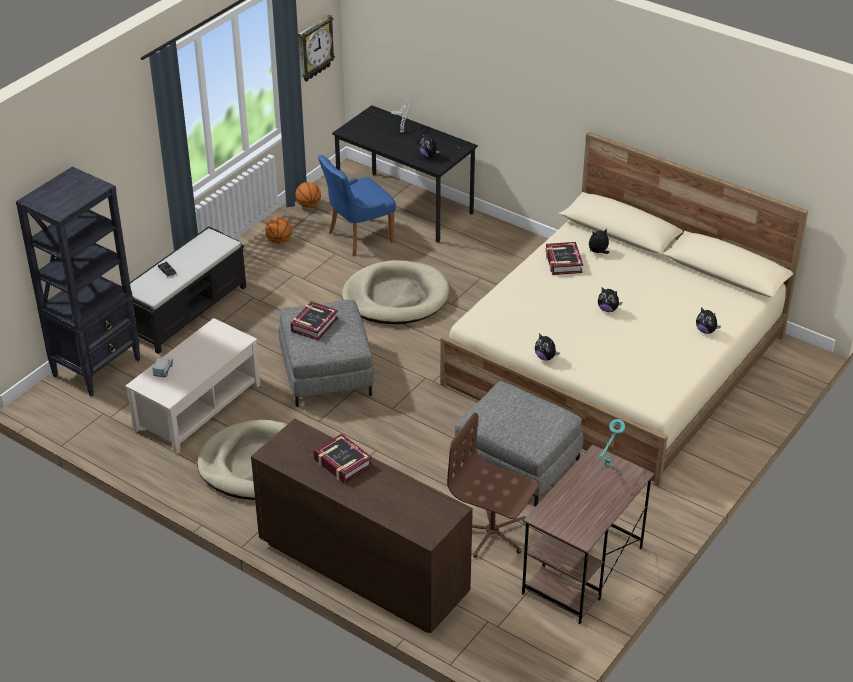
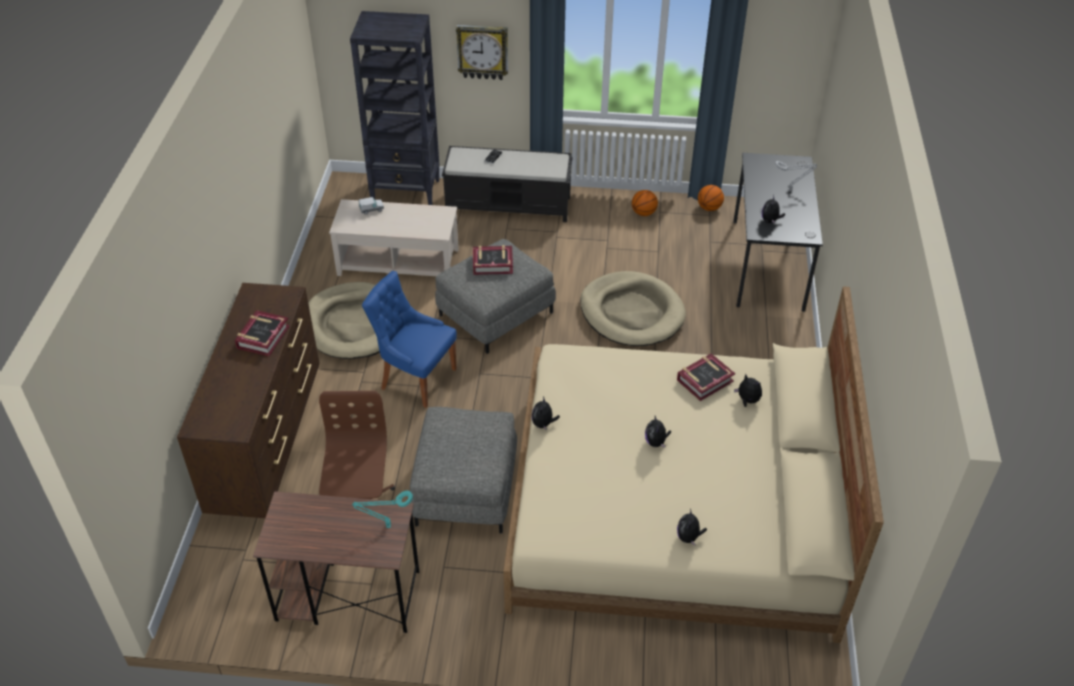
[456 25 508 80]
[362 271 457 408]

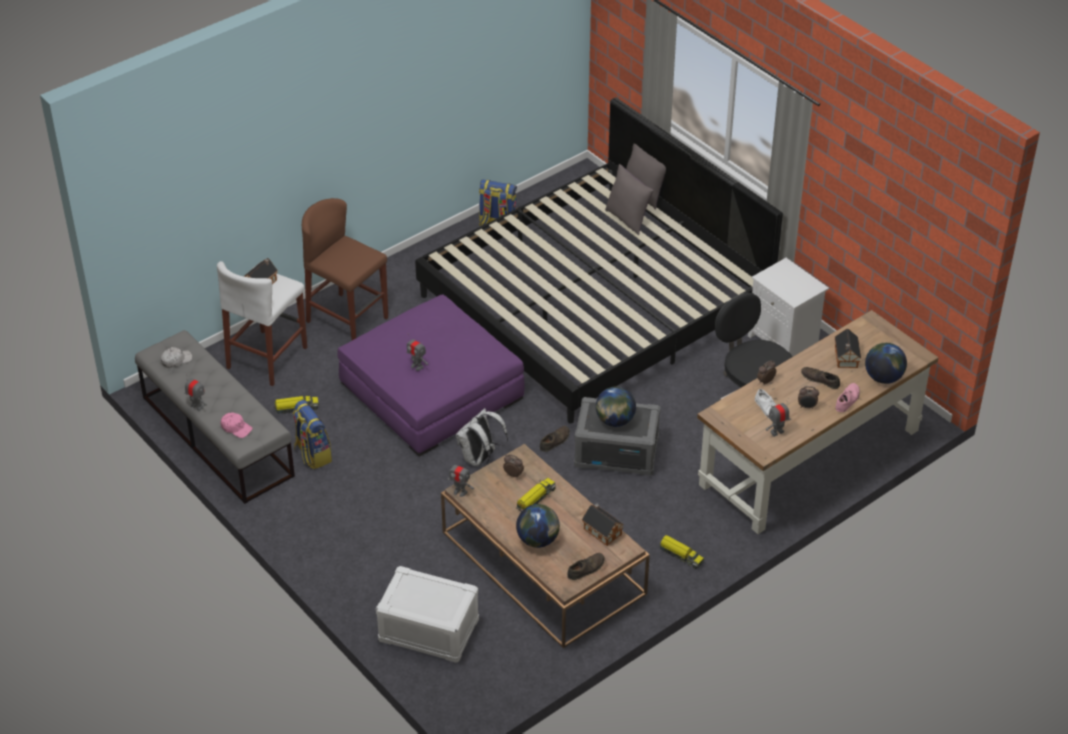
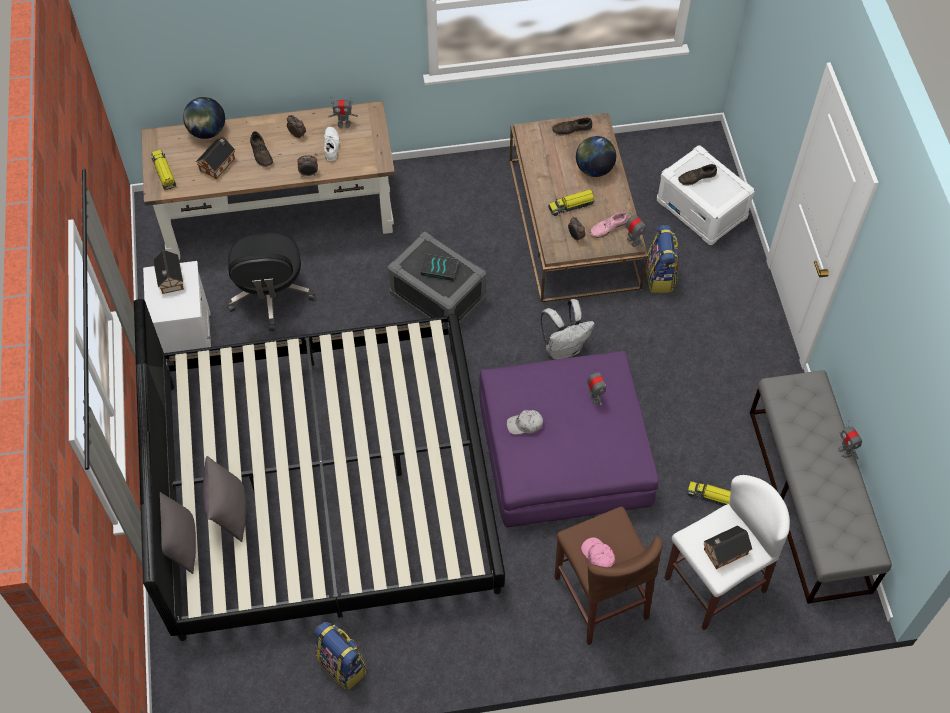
[507 410 543 435]
[581 537 615 567]
[647 225 679 293]
[678 164 717 185]
[153 250 184 294]
[420 253 459 281]
[151 149 176 190]
[590 212 627 238]

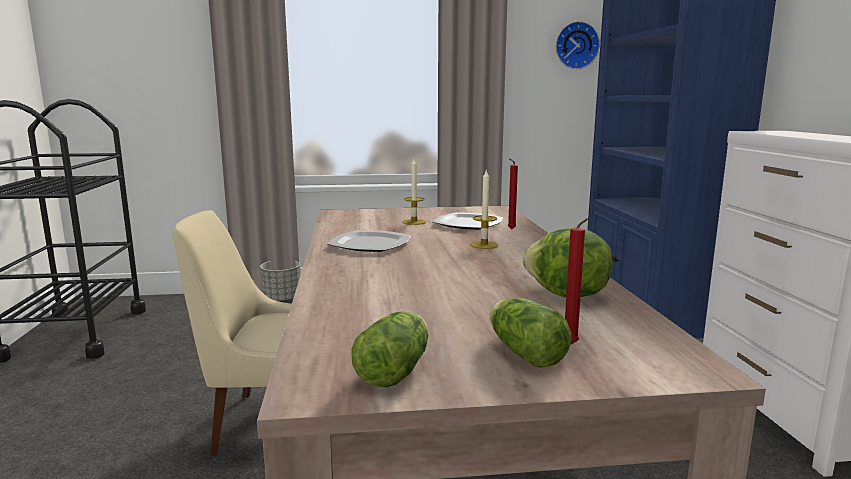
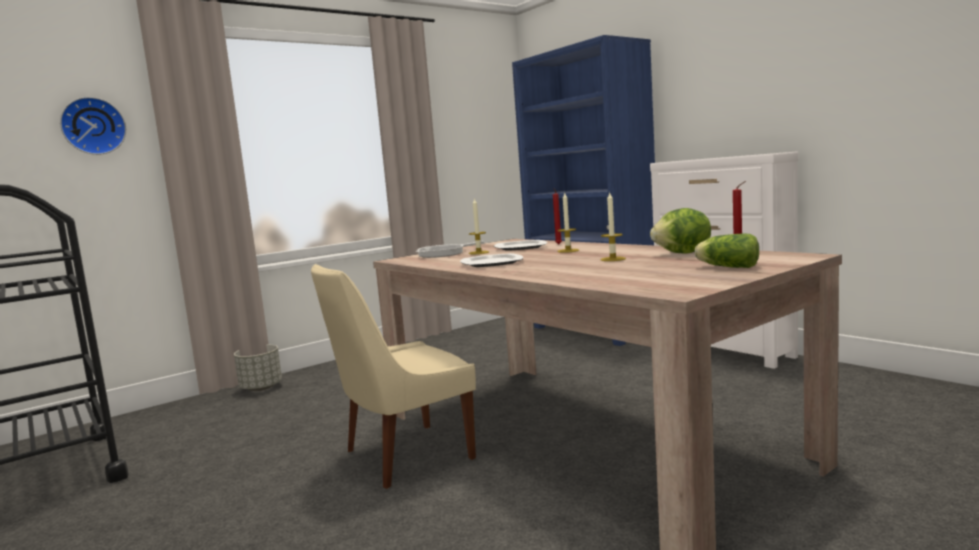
[352 311 428 387] (first image)
[60 97 126 155]
[416 241 484 258]
[601 191 626 261]

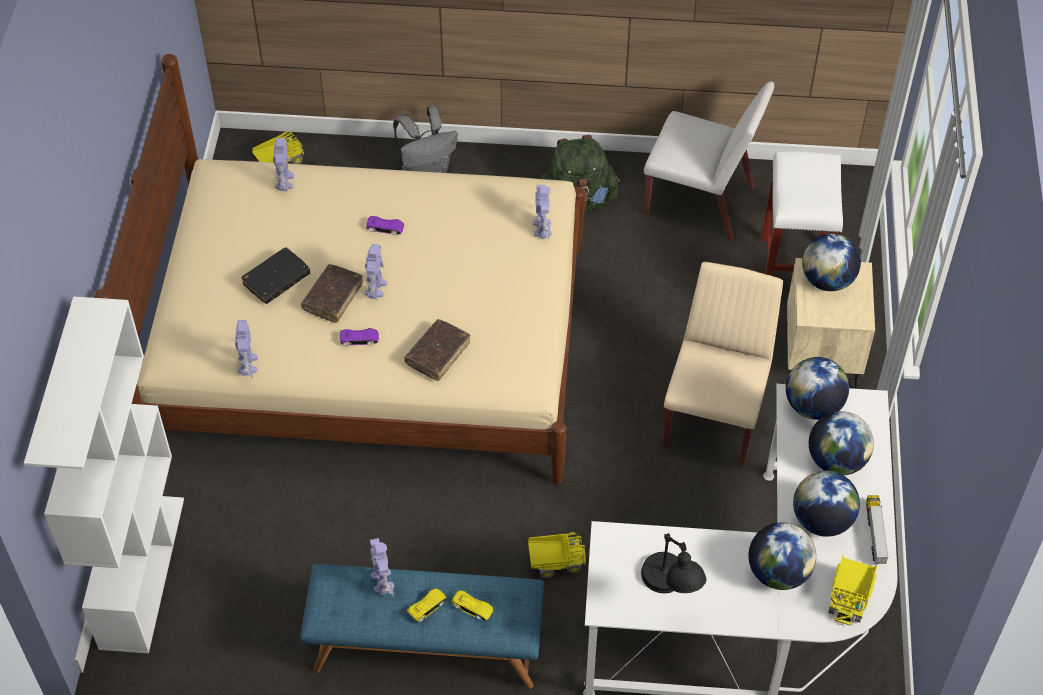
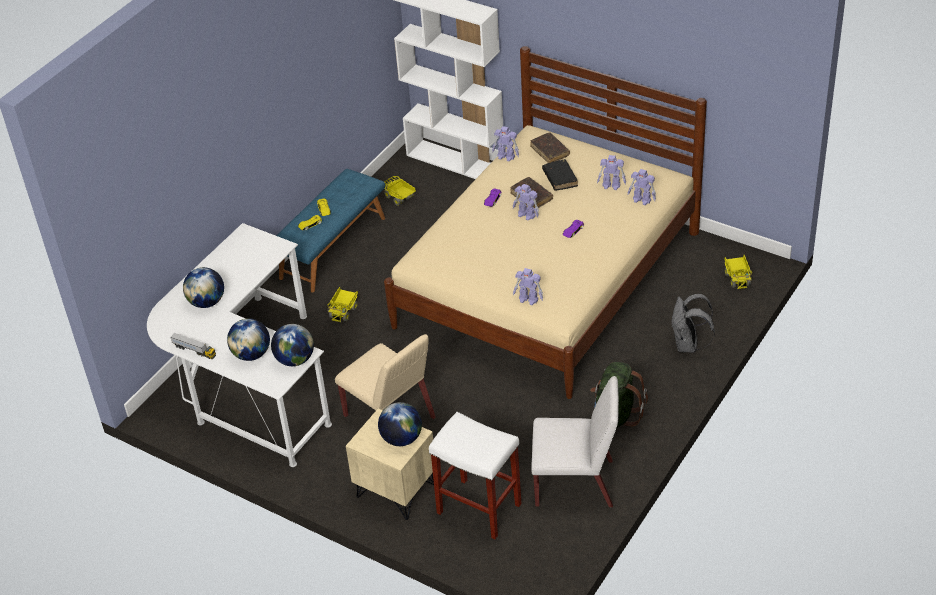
[597 155 626 190]
[530 132 570 163]
[641 533 707 593] (first image)
[531 376 619 507]
[793 471 860 537] (first image)
[384 176 416 206]

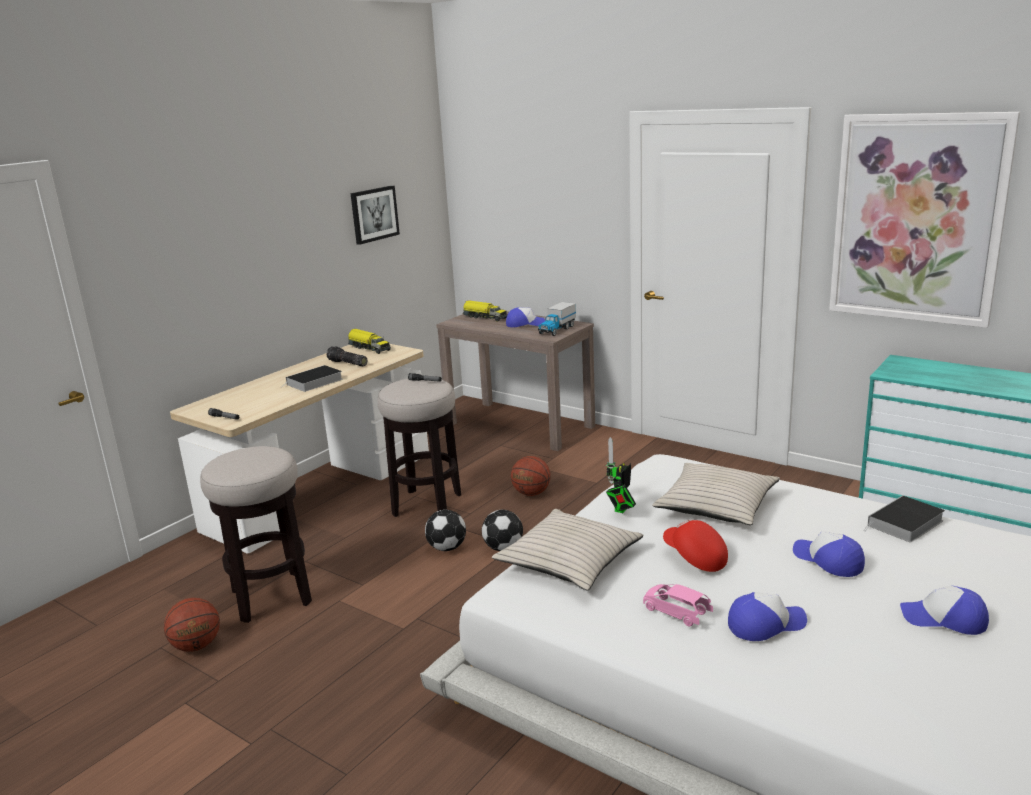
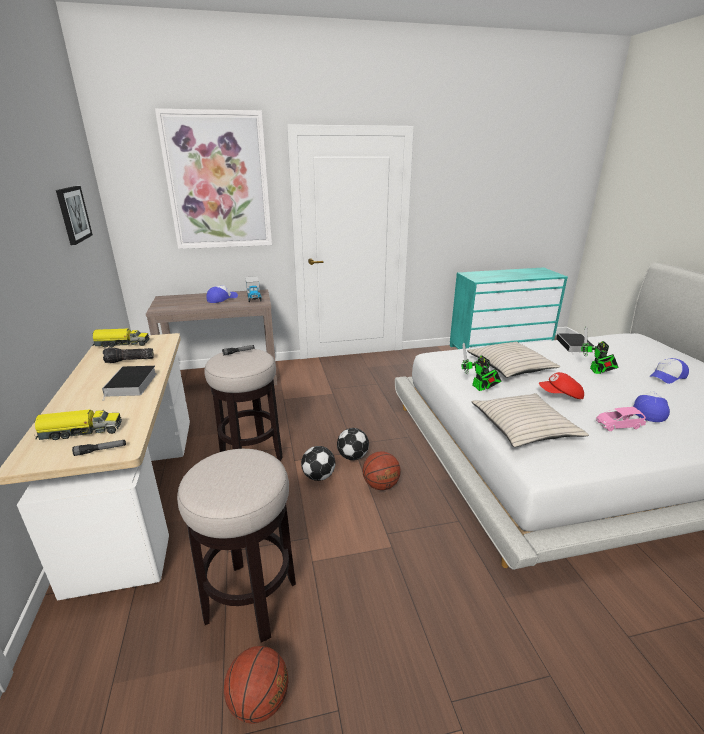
[34 409 122 440]
[363 451 401 490]
[581 327 619 374]
[155 109 272 249]

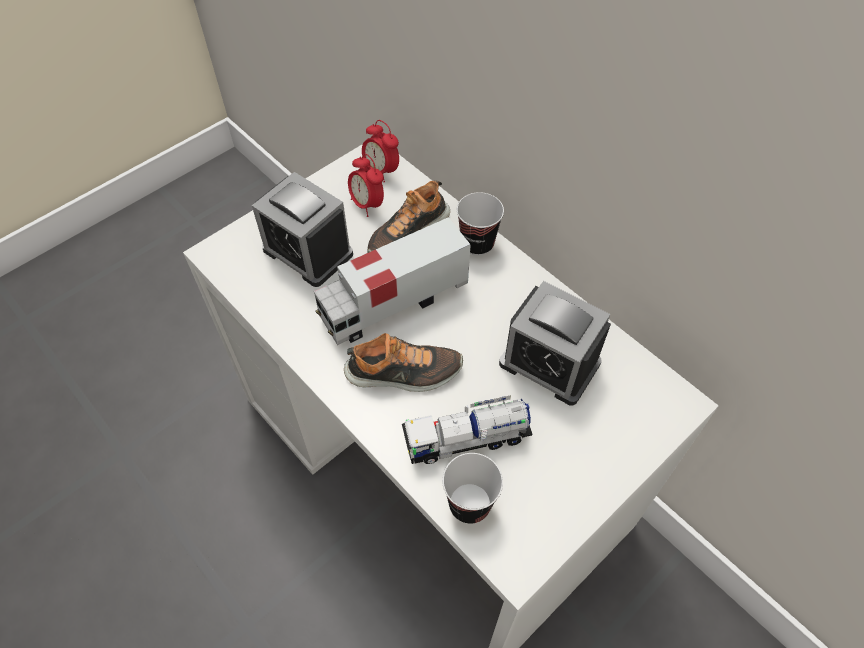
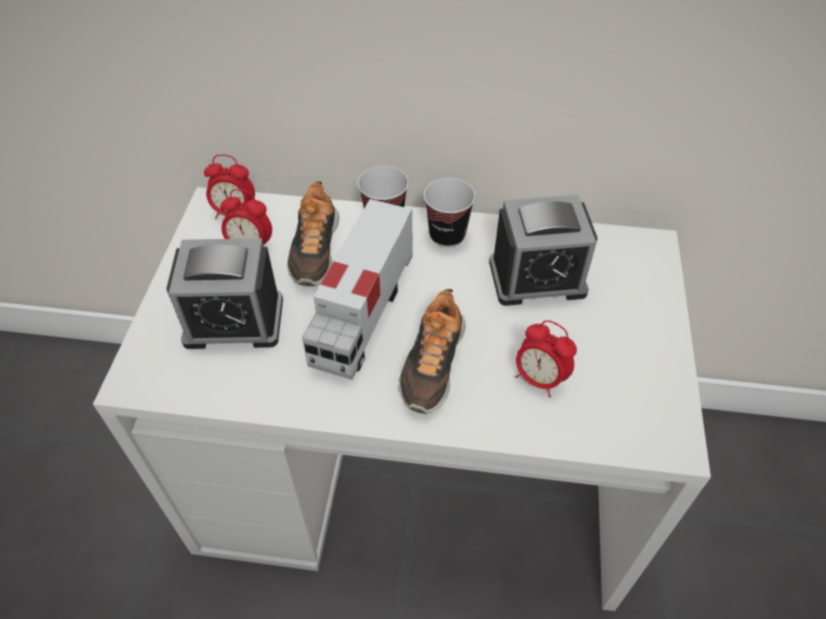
[399 289 466 414]
[515 320 577 397]
[424 178 475 248]

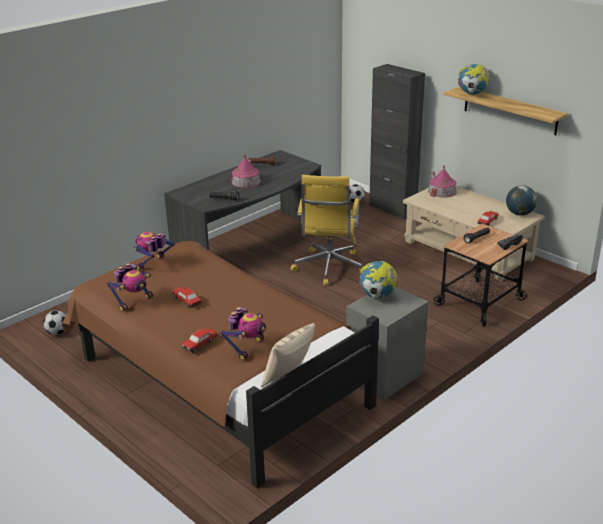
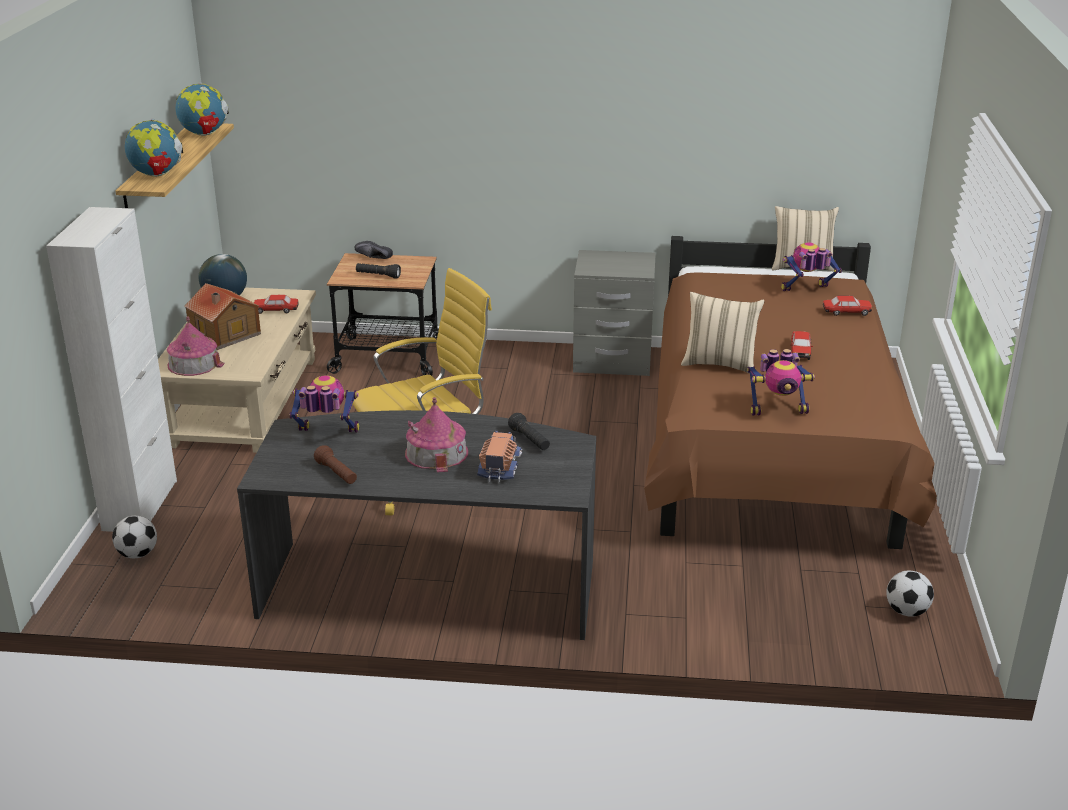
[289 375 359 432]
[176 82 229 136]
[46 207 177 532]
[184 283 261 350]
[477 431 522 483]
[681 292 764 374]

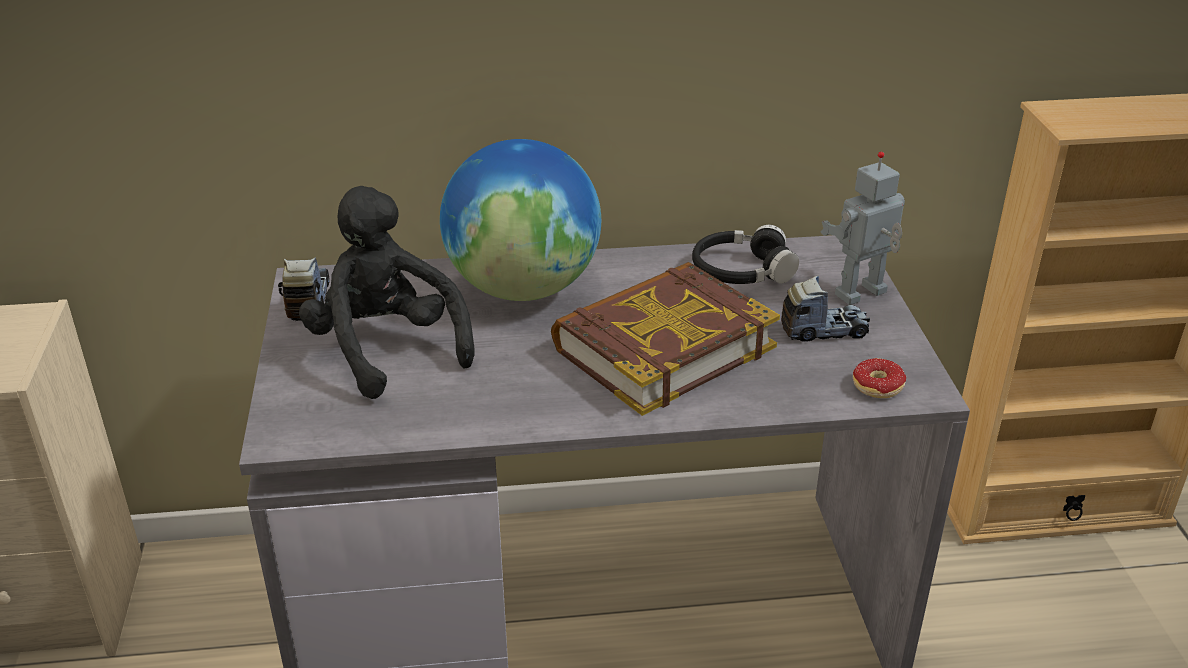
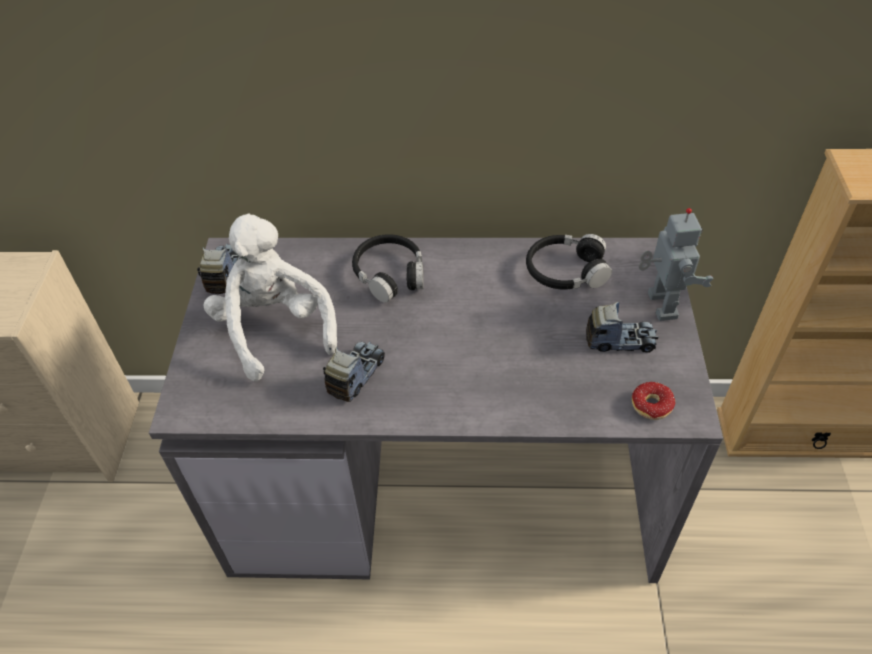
[204 213 337 381]
[352 234 424 303]
[551 262 780 416] (first image)
[638 208 713 321]
[323 341 385 402]

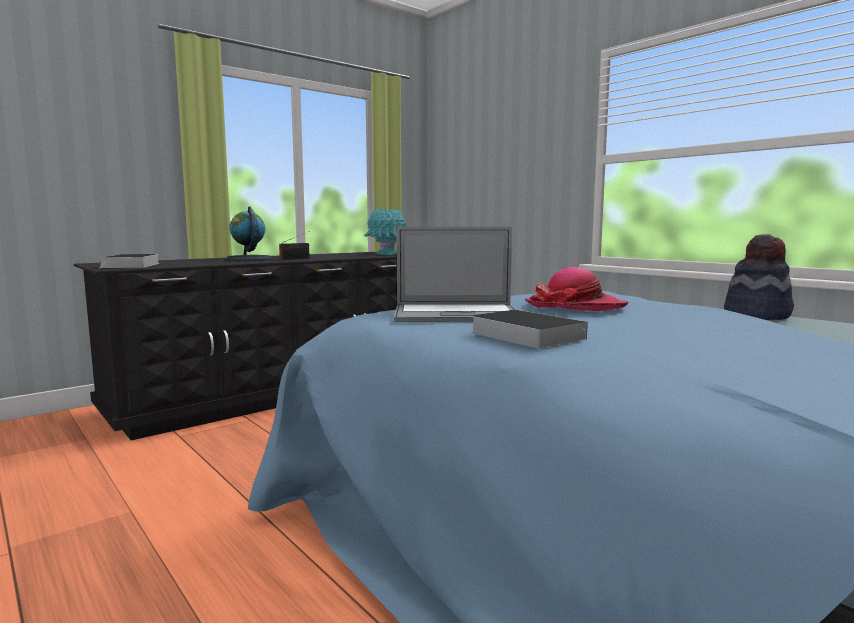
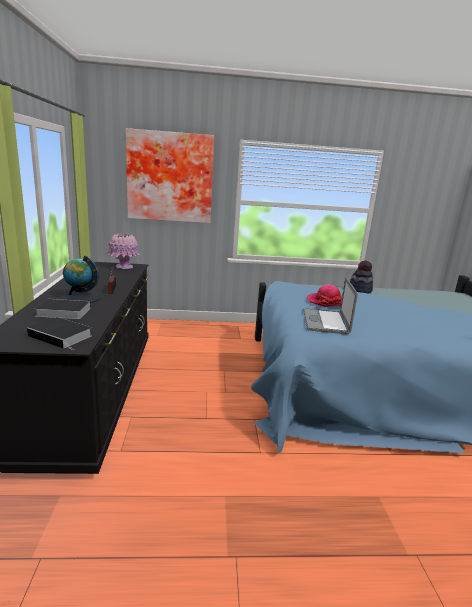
[106 233 142 269]
[303 277 358 334]
[34 299 91 319]
[126 128 214 223]

